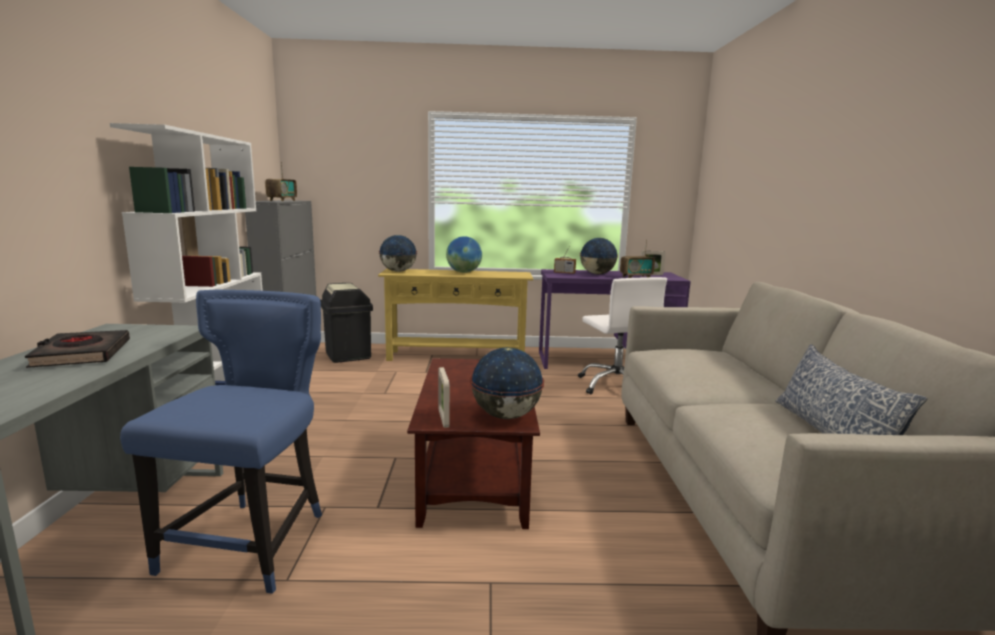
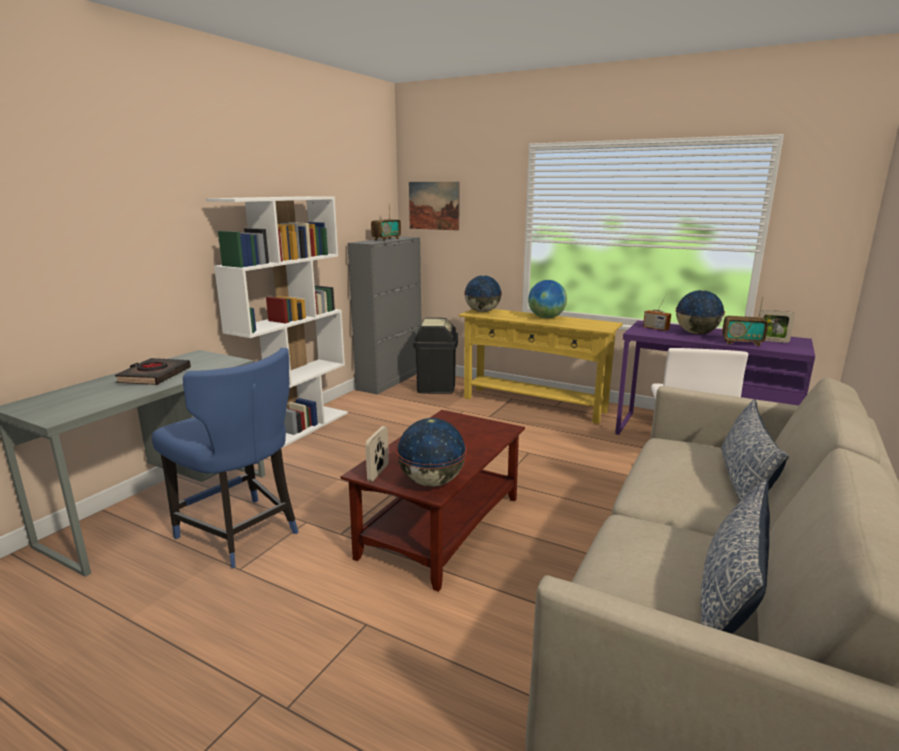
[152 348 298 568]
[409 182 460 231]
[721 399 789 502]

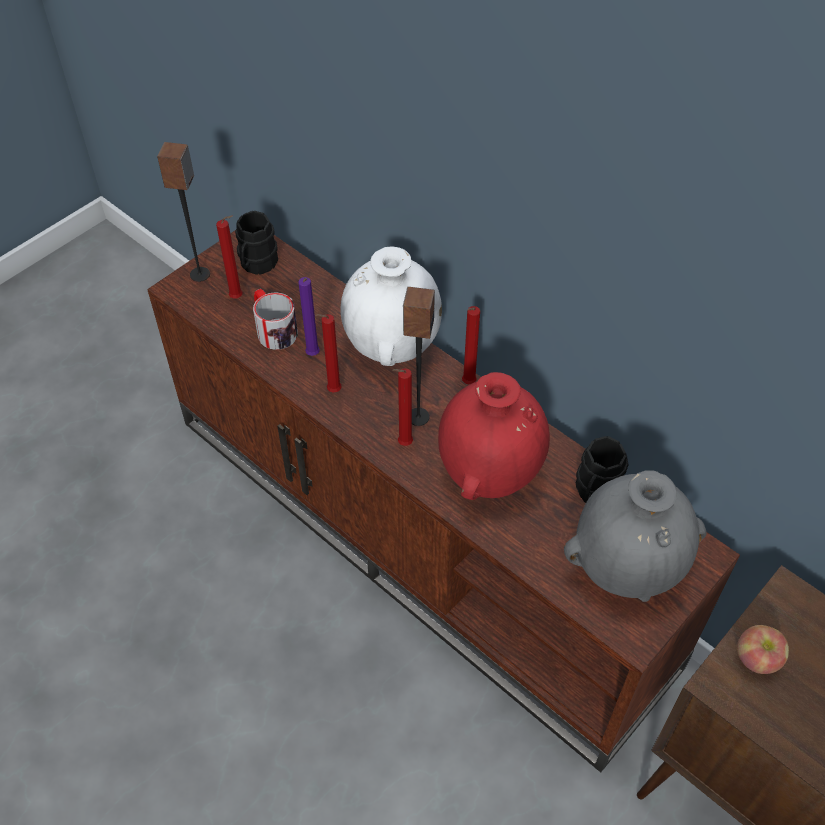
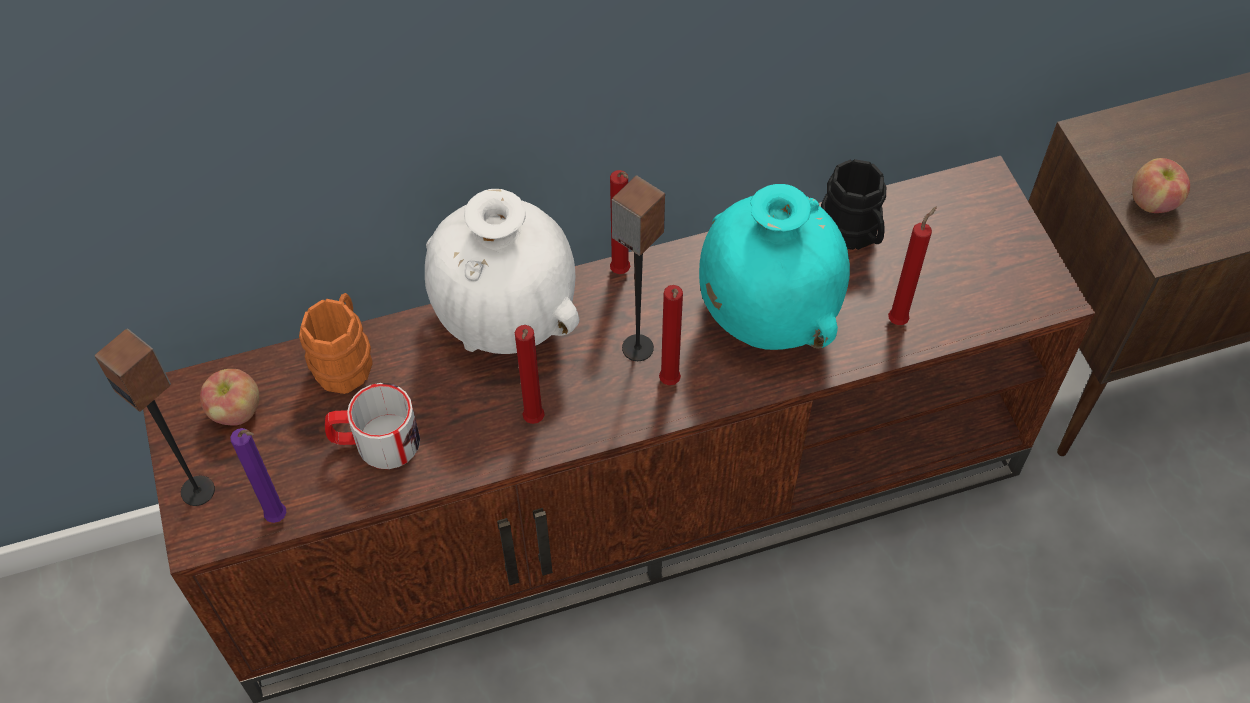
[888 206 937 325]
[200 369 259 426]
[230 428 287 523]
[699 184 850 350]
[564 470 707 602] (first image)
[299 293 372 394]

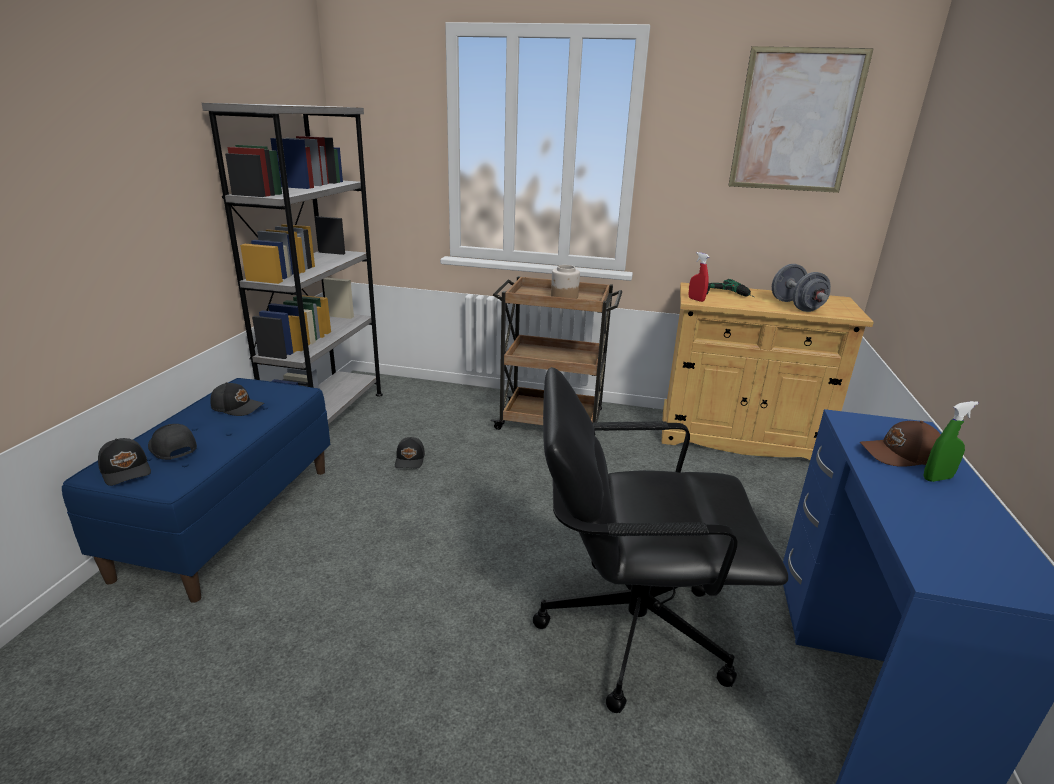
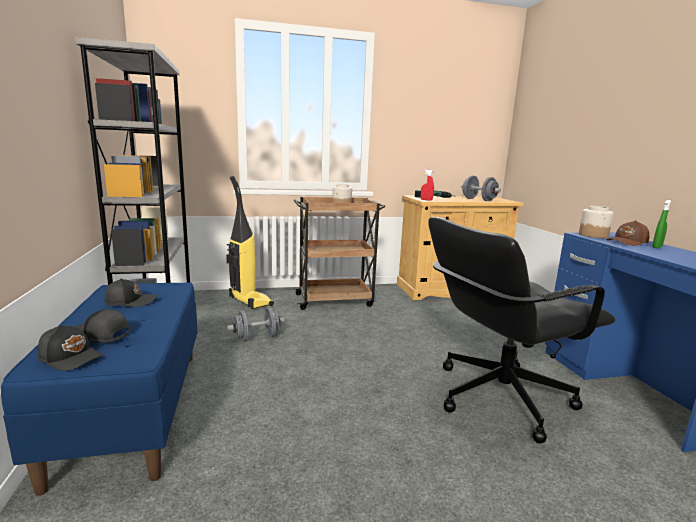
[227 307 285 342]
[728 46 874 193] (first image)
[226 176 274 309]
[579 206 614 238]

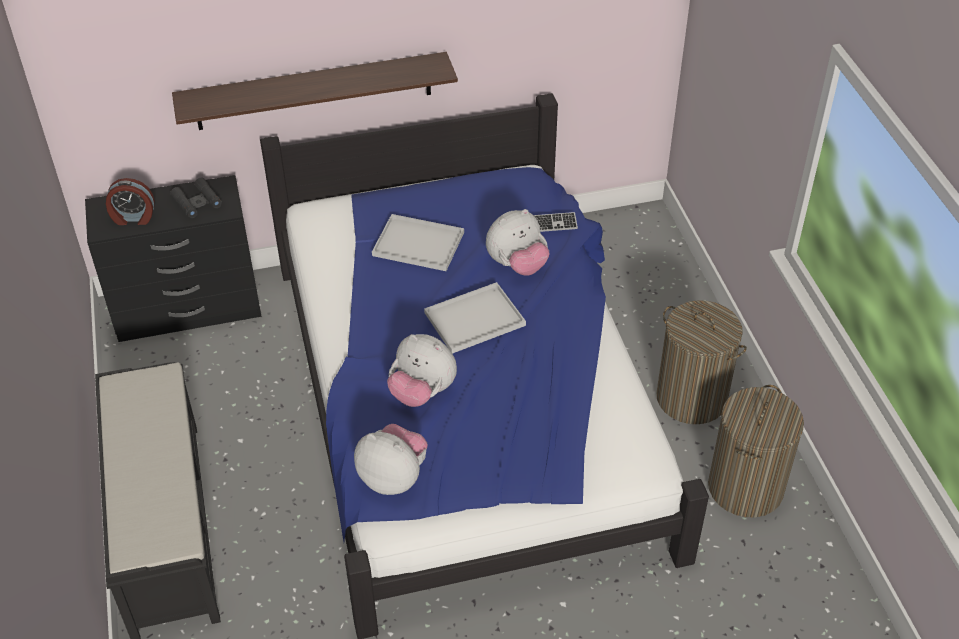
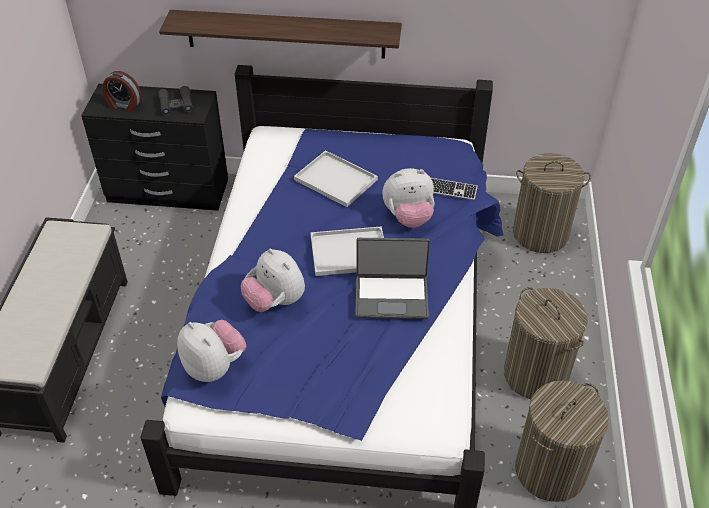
[355 238 430 319]
[513 153 591 253]

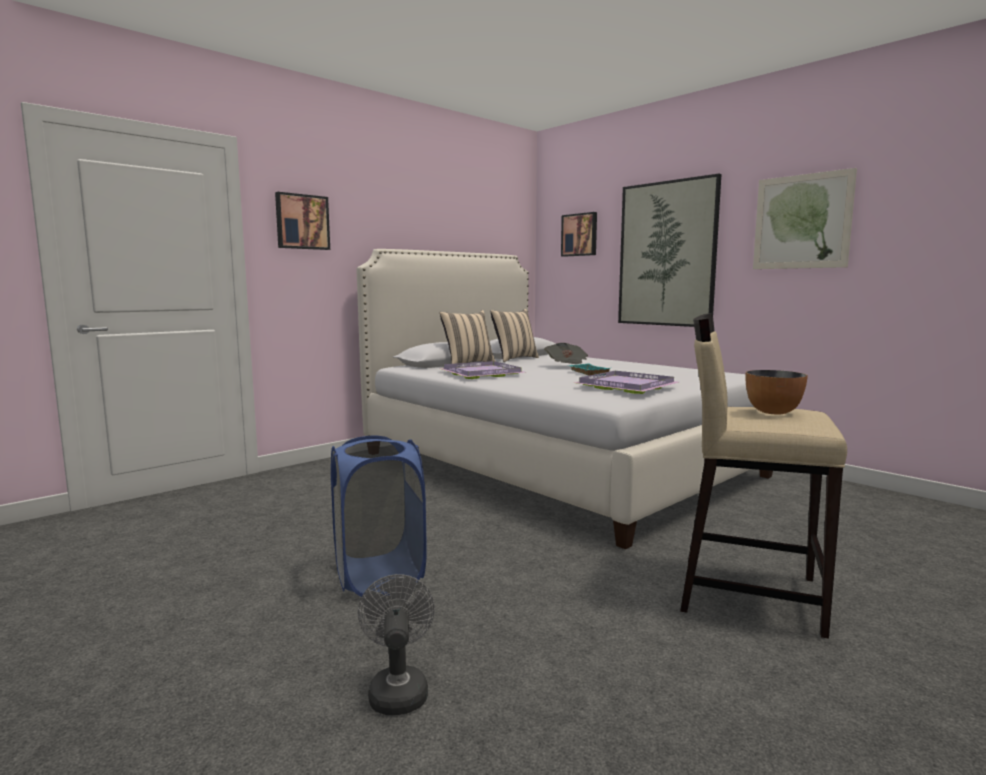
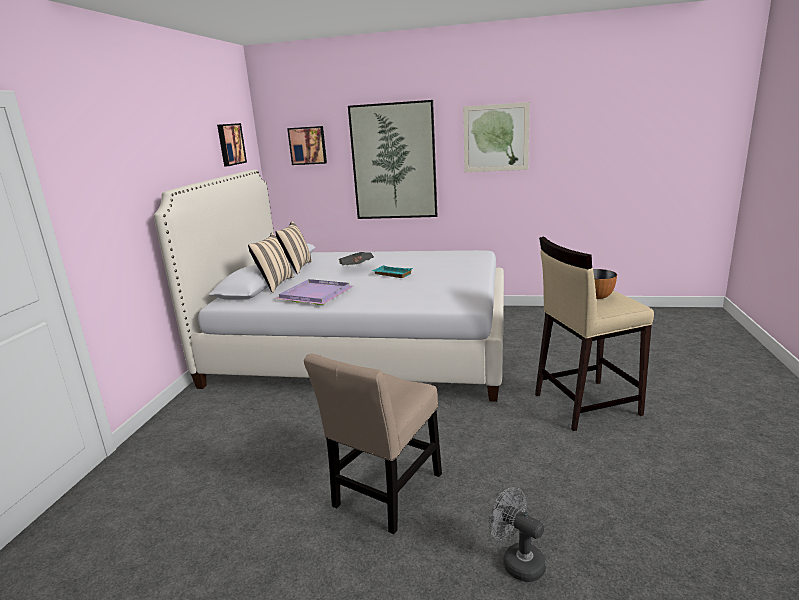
[217 123 247 166]
[304 353 442 534]
[574 371 678 394] (first image)

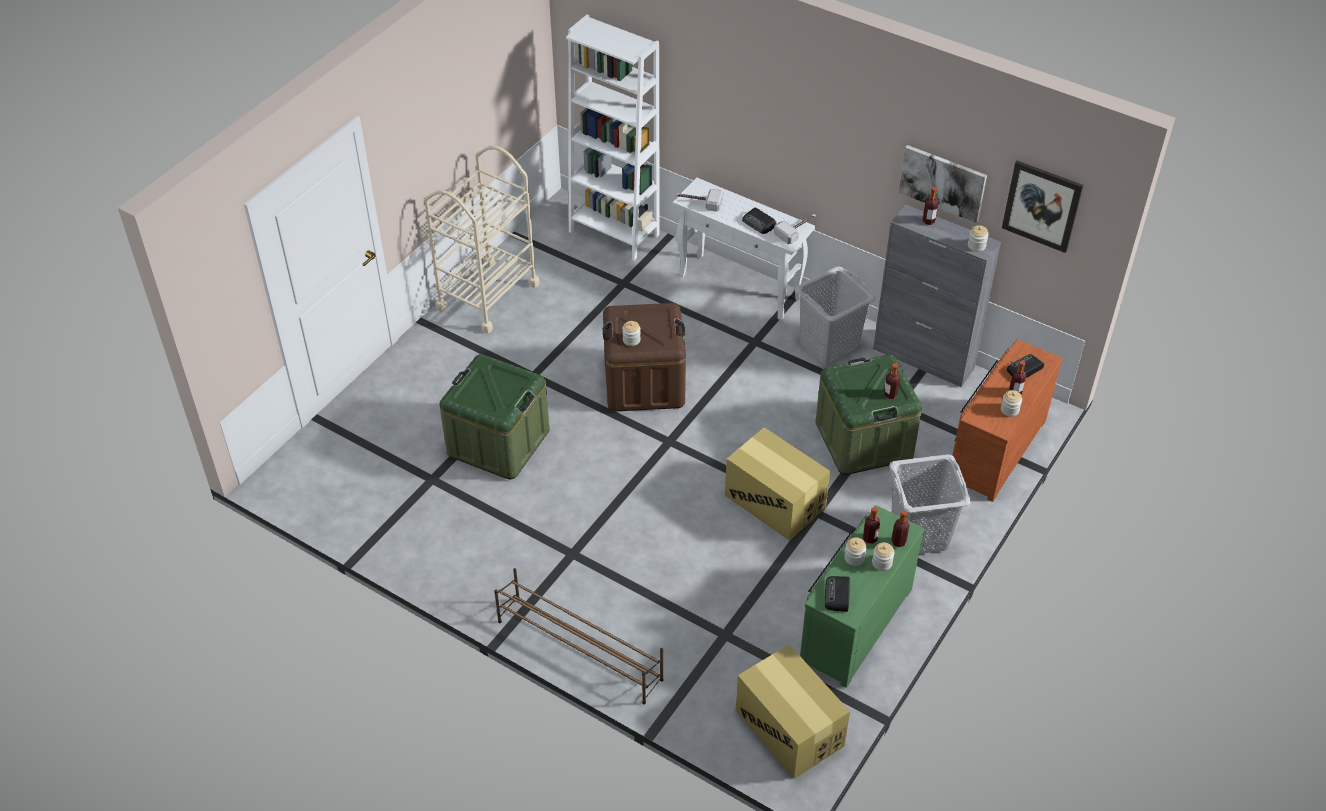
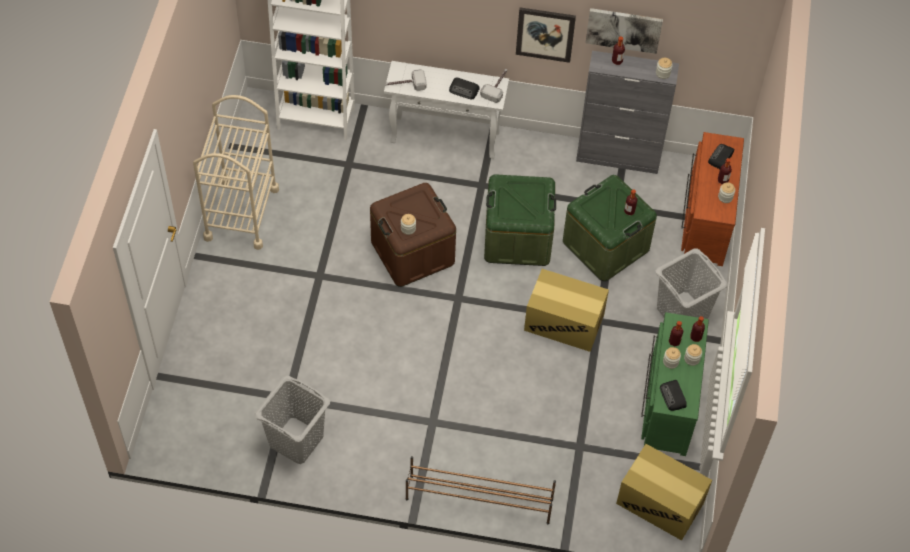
[484 174 556 266]
[254 376 330 464]
[516 7 576 63]

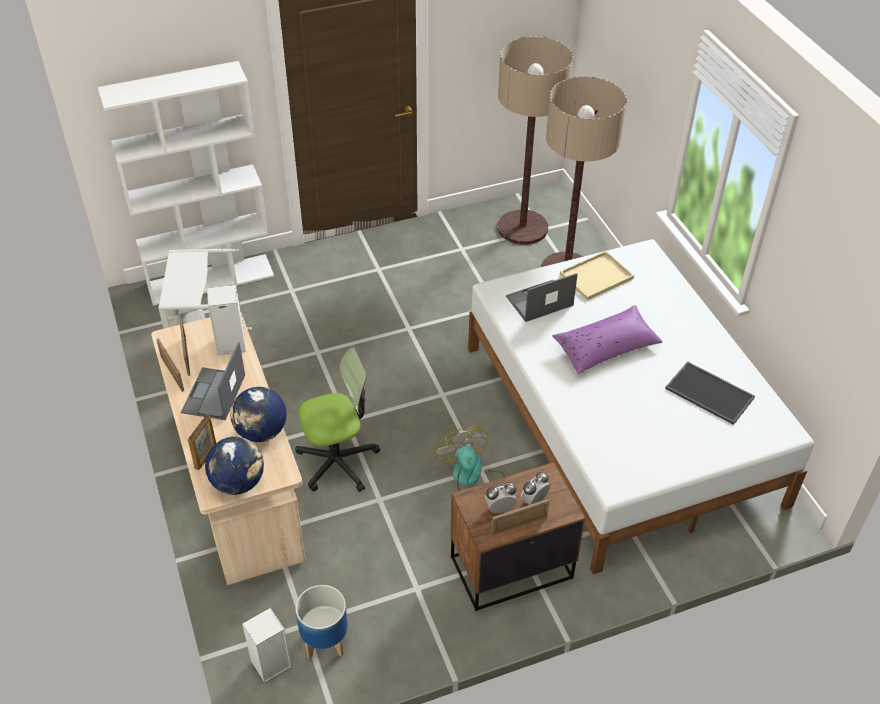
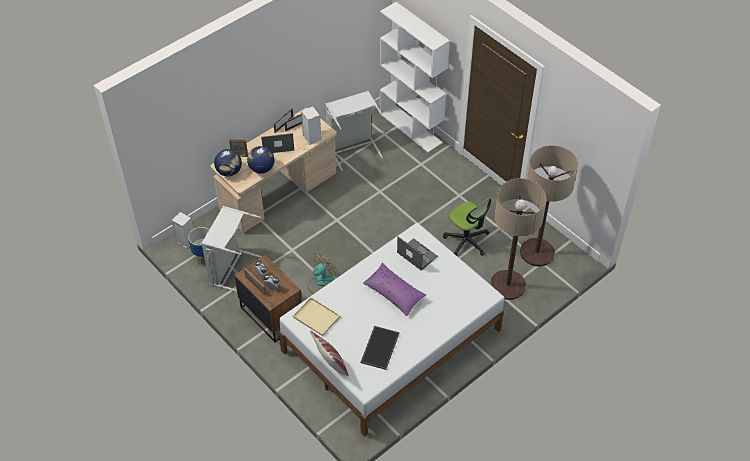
[443 196 492 256]
[293 297 340 336]
[201 206 262 292]
[310 331 348 376]

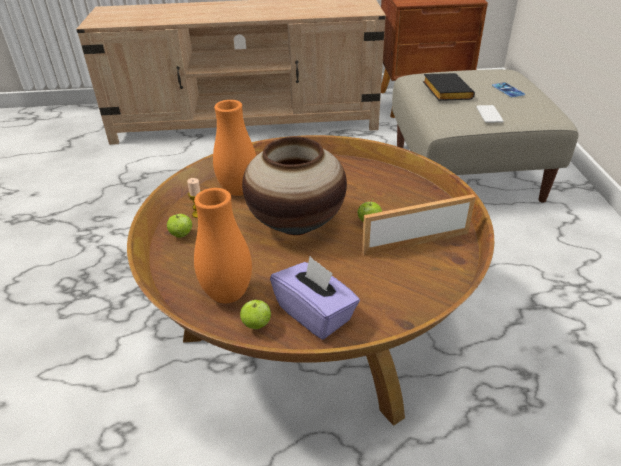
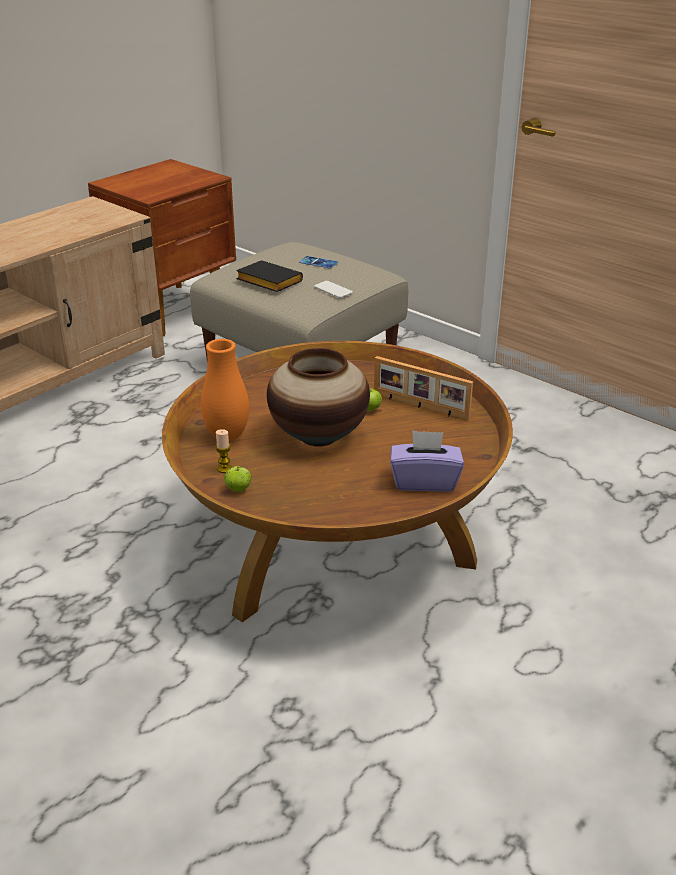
[194 188 252 303] (first image)
[240 299 271 329] (first image)
[374 356 473 420]

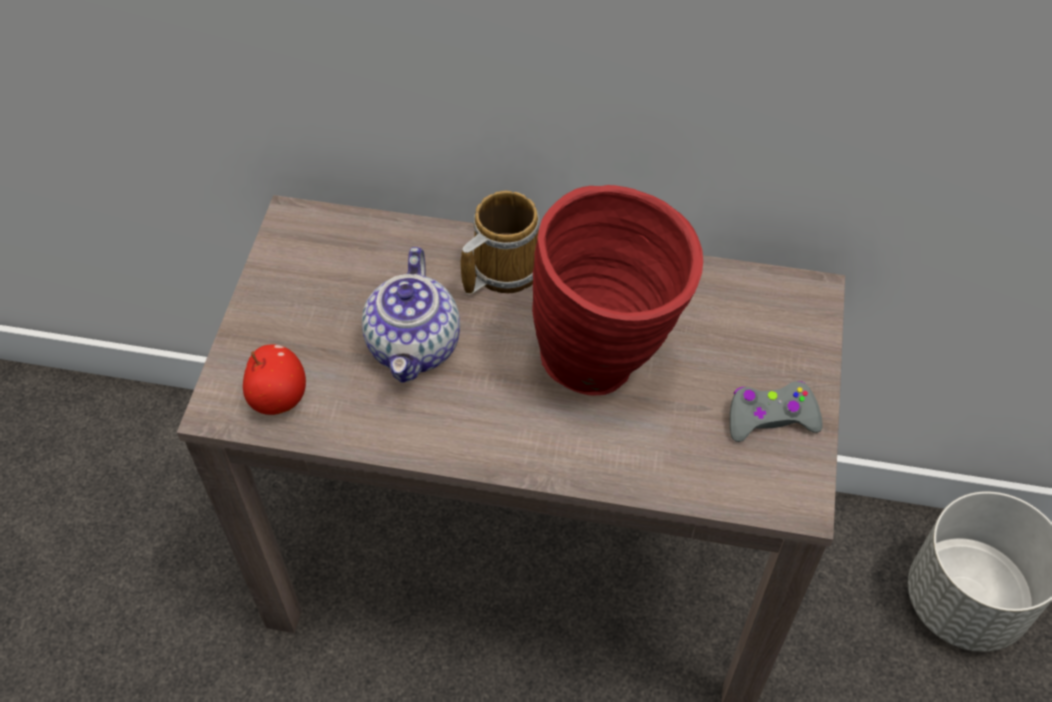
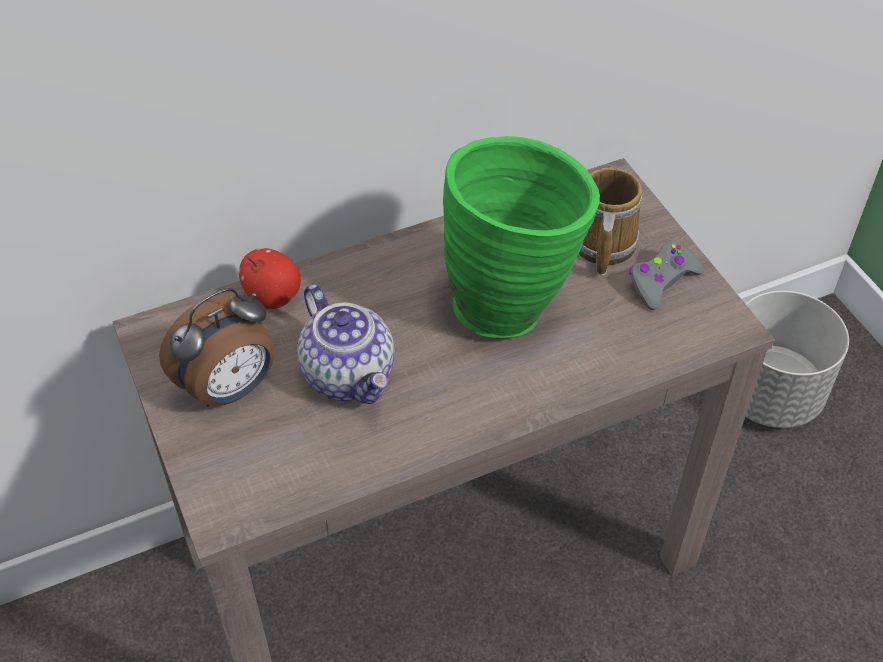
[239 248 301 309]
[579 167 642 275]
[443 136 600 338]
[159 288 275 407]

